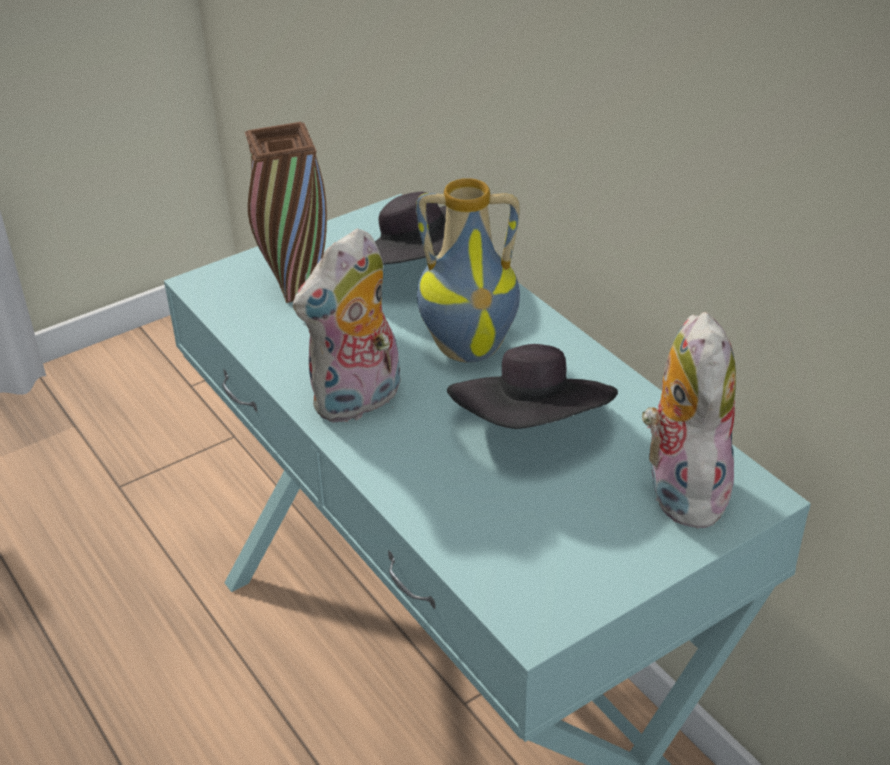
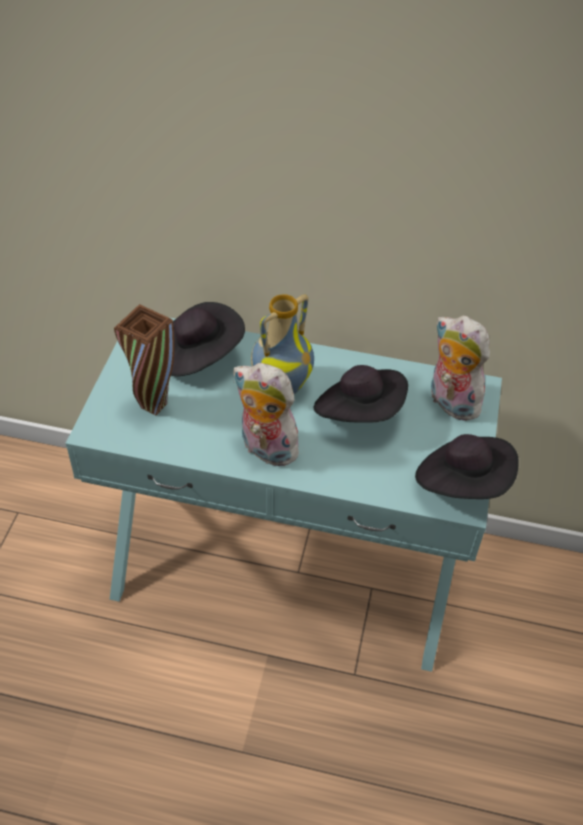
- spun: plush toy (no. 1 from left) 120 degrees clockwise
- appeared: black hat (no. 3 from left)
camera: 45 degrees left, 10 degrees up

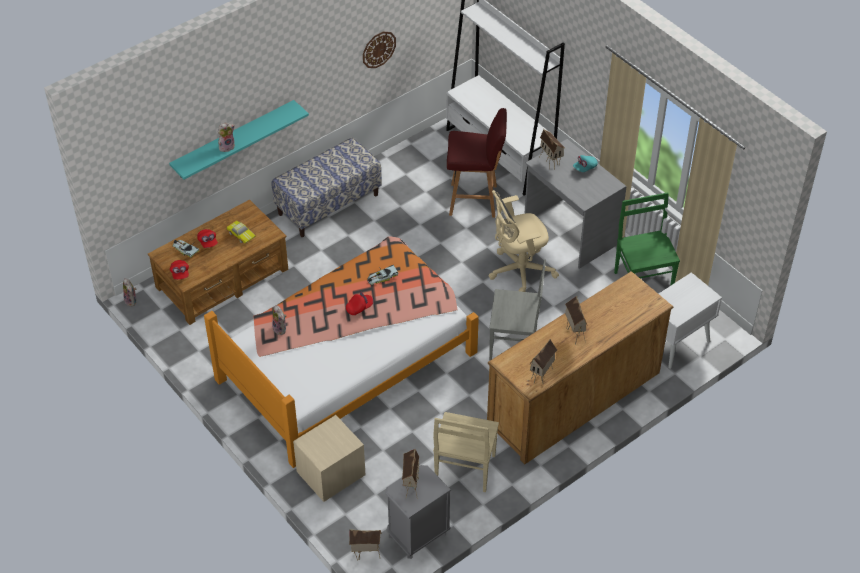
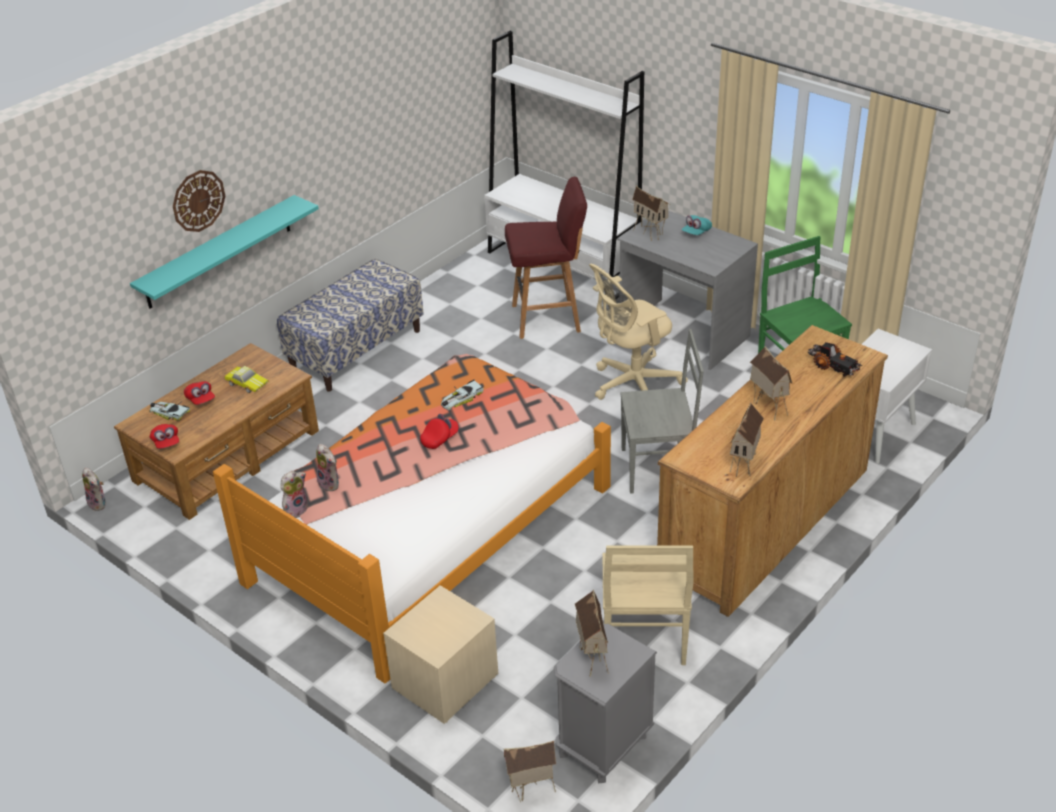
- relocated: plush toy (no. 2 from left)
- relocated: wall clock
- appeared: toy truck
camera: 10 degrees left, 10 degrees down

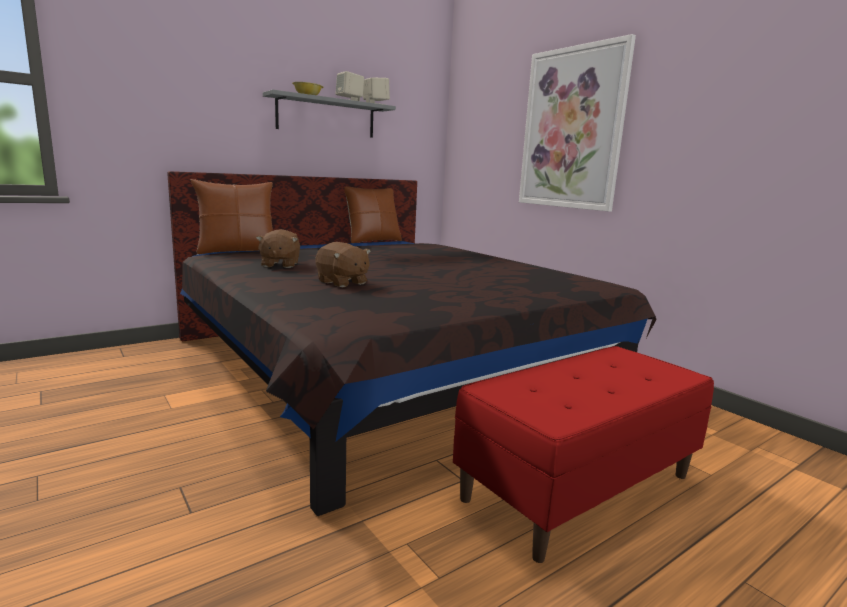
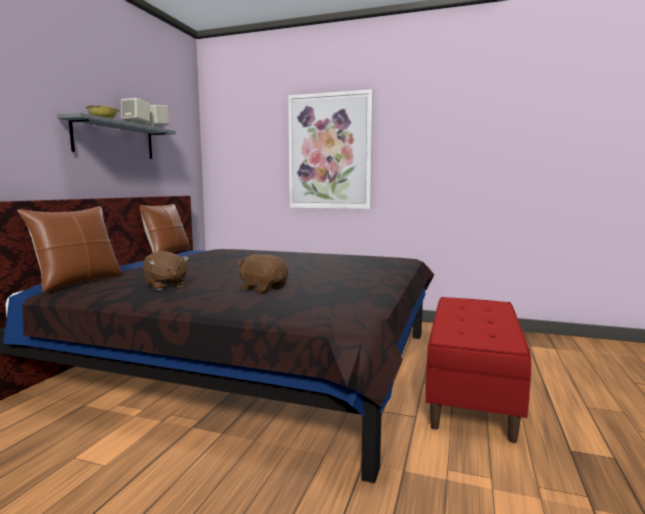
- spun: brown plush toy (no. 2 from left) 150 degrees counterclockwise
camera: 35 degrees left, 5 degrees down

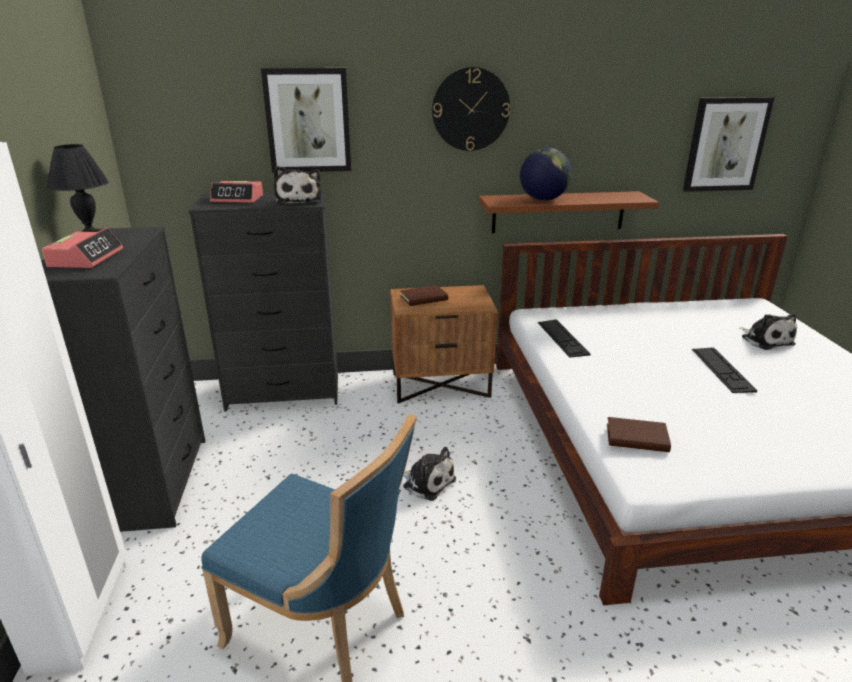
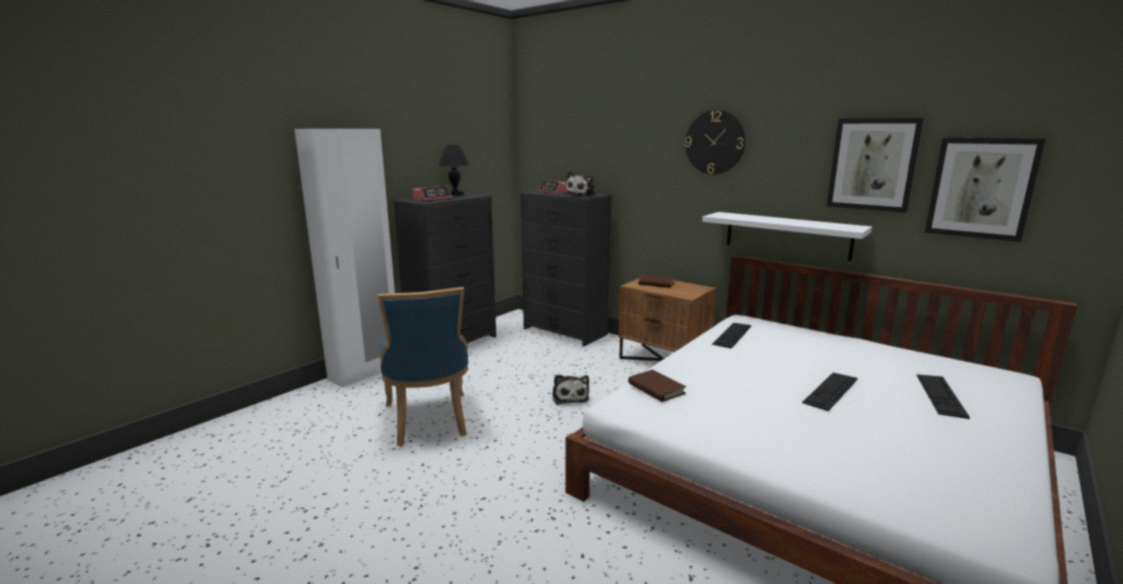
- relocated: picture (no. 1 from left)
- colour: brown shelf to white shelf
- missing: globe
- exchanged: plush toy (no. 3 from left) to keyboard (no. 3 from left)
camera: 45 degrees right, 10 degrees down

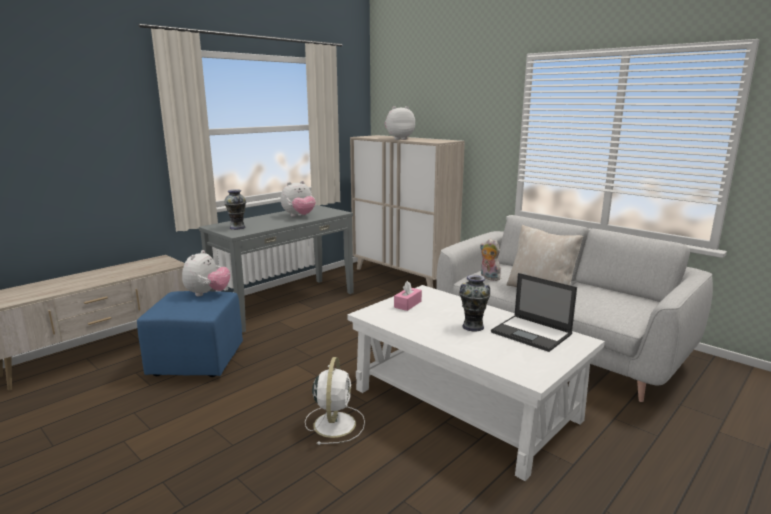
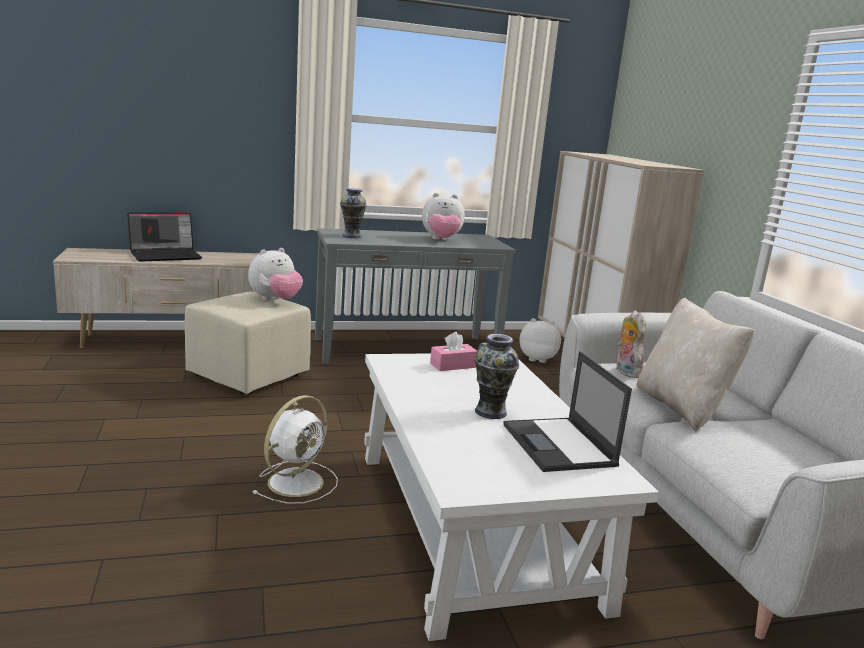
- colour: blue ottoman to beige ottoman
- relocated: plush toy (no. 3 from left)
- appeared: laptop (no. 1 from left)
camera: 30 degrees right, 0 degrees up

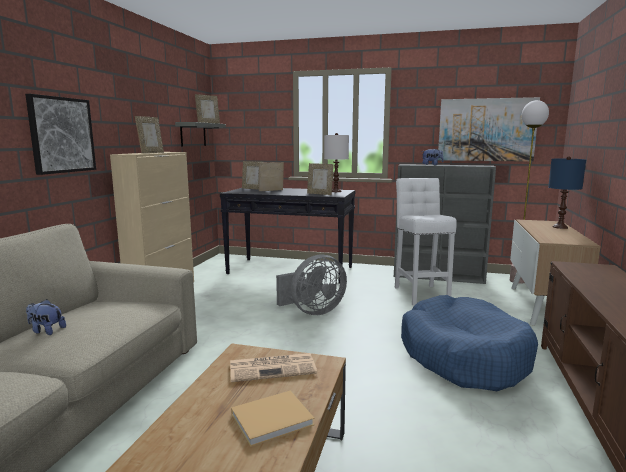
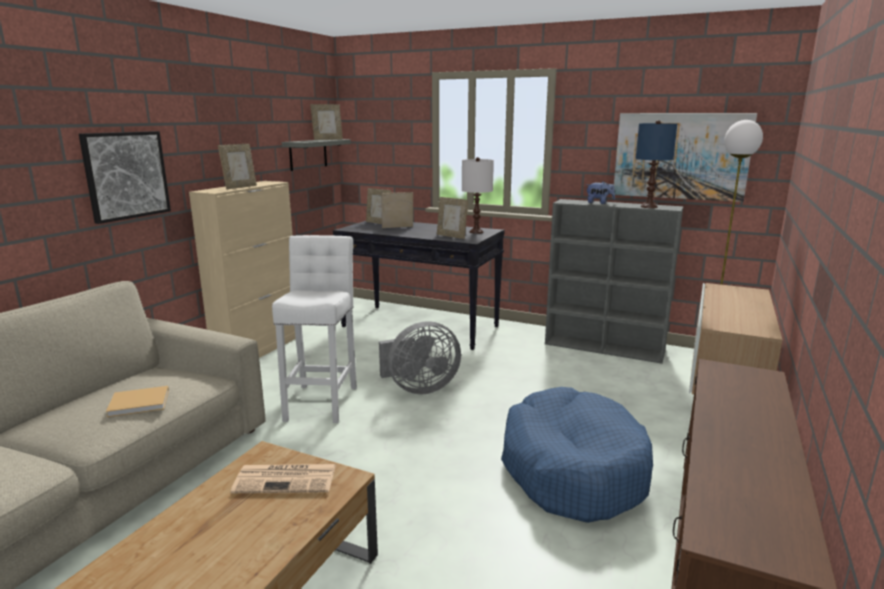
- missing: plush toy (no. 1 from left)
- relocated: beige book
- relocated: white stool
- relocated: blue table lamp
camera: 10 degrees right, 5 degrees up

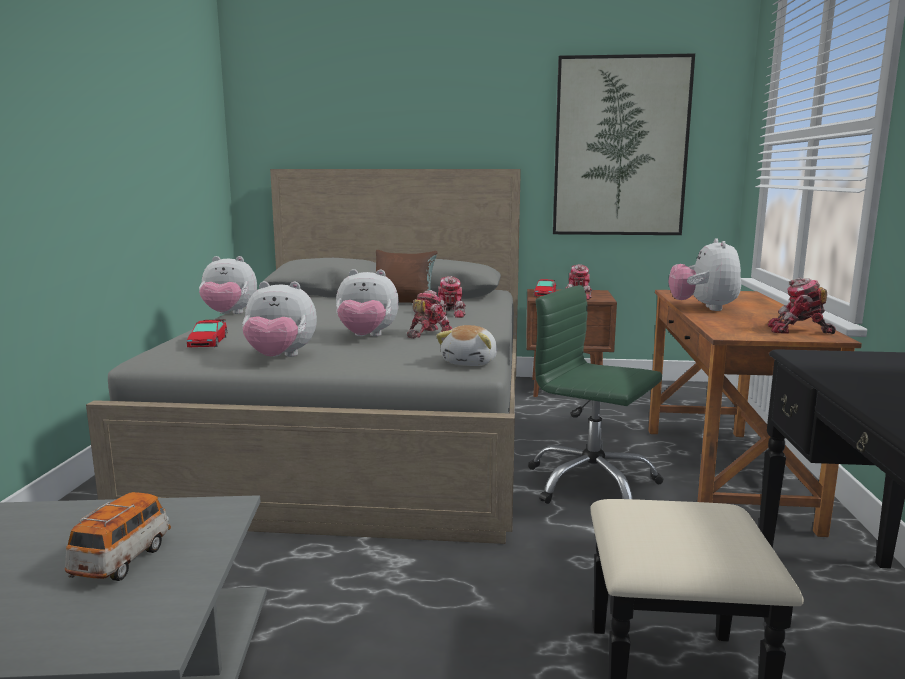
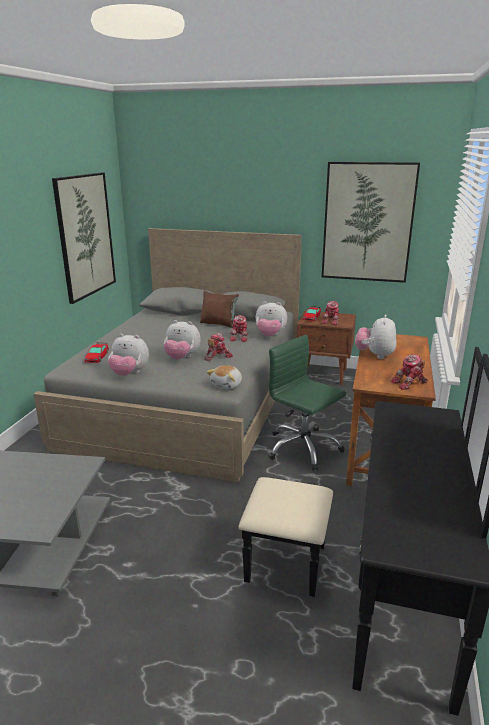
- missing: toy car (no. 1 from left)
- relocated: plush toy (no. 1 from left in the first image) to plush toy (no. 4 from left)
- spun: toy robot (no. 4 from left) 45 degrees counterclockwise
- appeared: picture (no. 1 from left)
camera: 10 degrees right, 10 degrees up

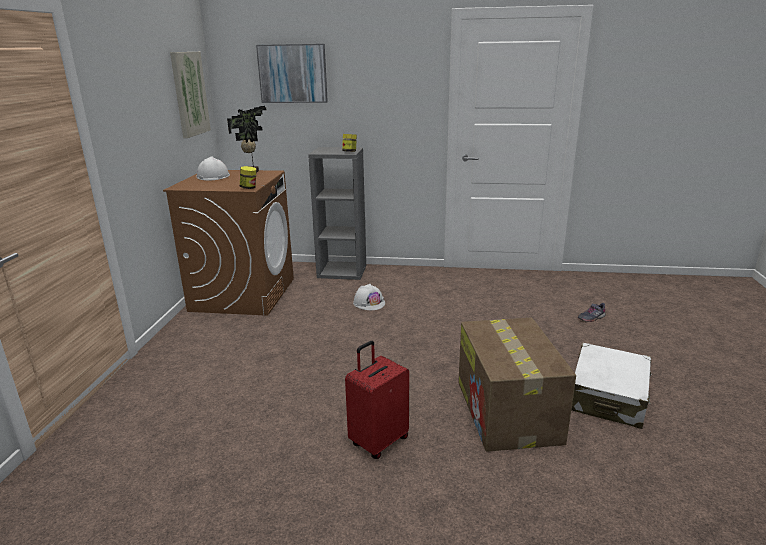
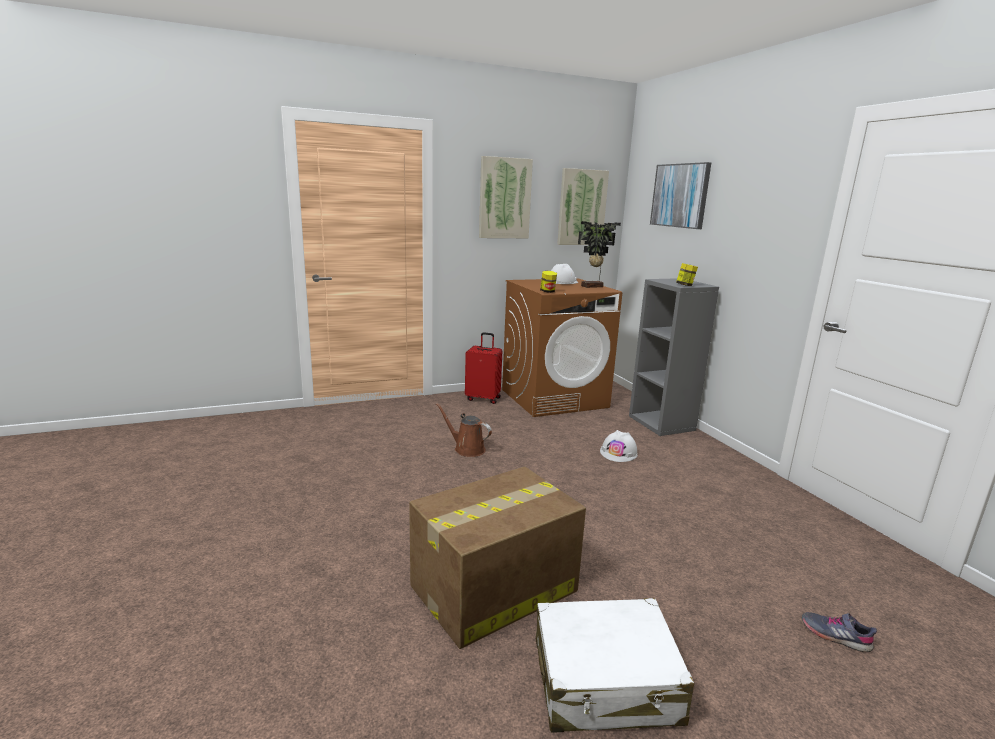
- relocated: red suitcase
- appeared: brown watering can
- appeared: picture (no. 1 from left)
camera: 60 degrees right, 5 degrees down

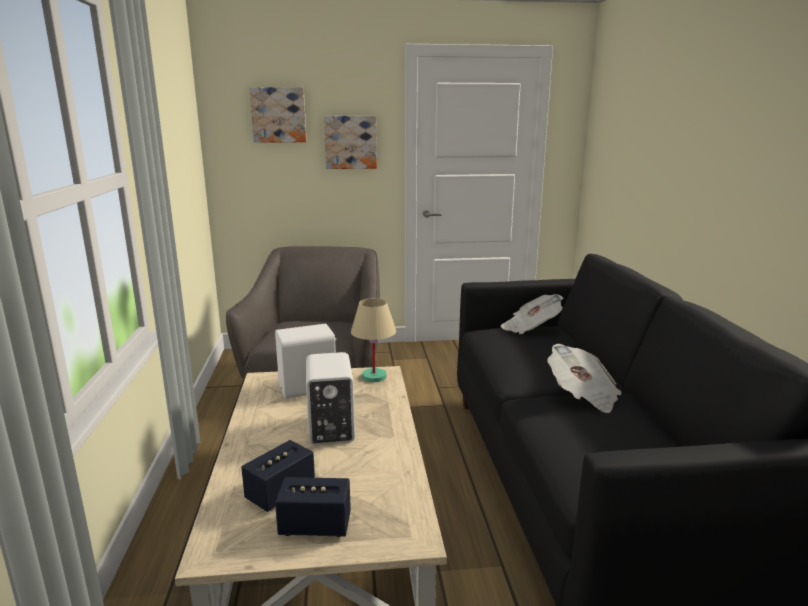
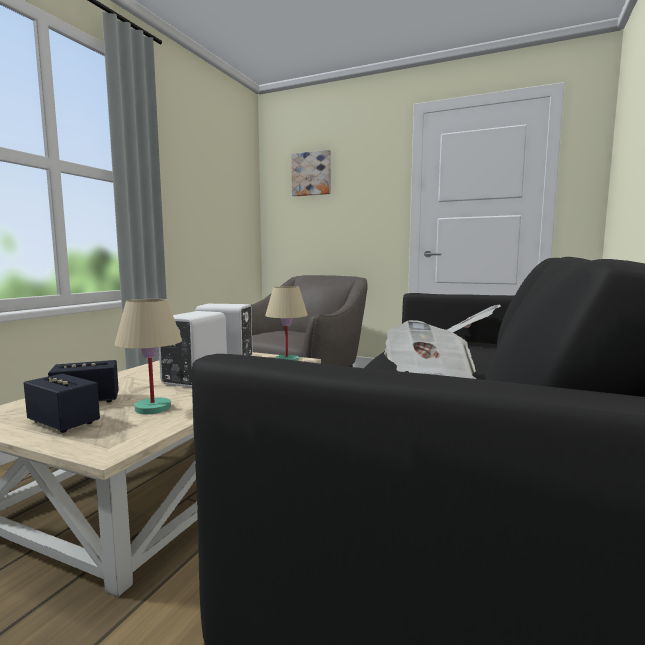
- missing: picture (no. 2 from left)
- appeared: beige table lamp (no. 1 from left)
camera: 30 degrees right, 10 degrees down

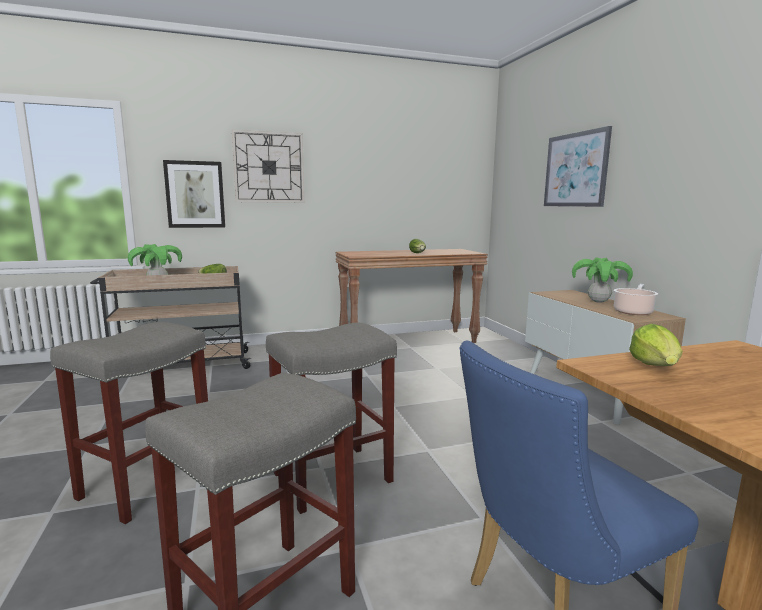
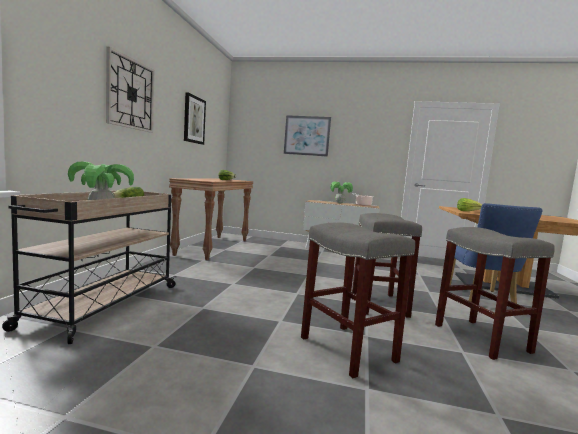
- relocated: picture (no. 1 from left)
camera: 60 degrees left, 5 degrees down

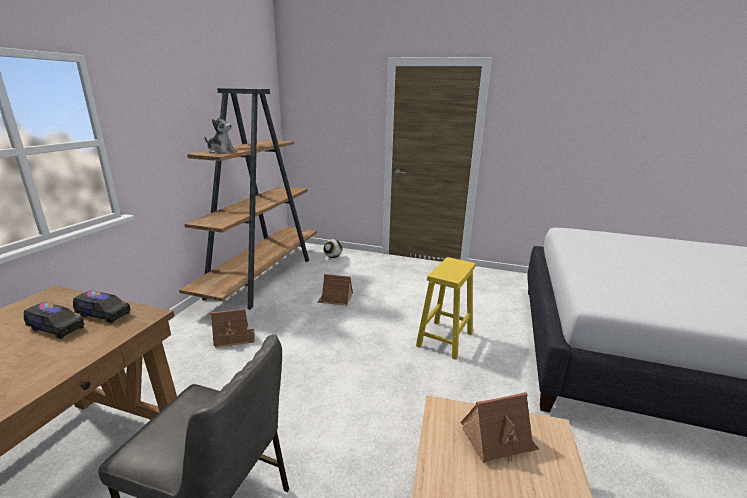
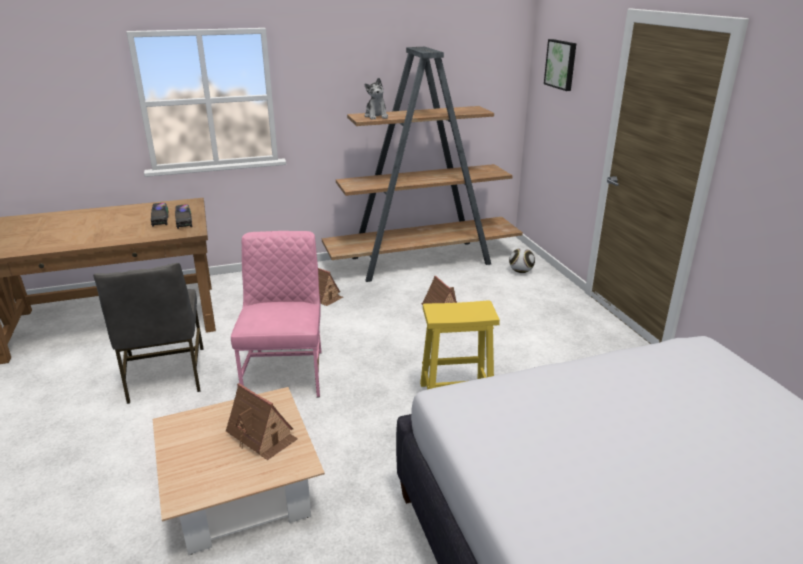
- appeared: pink chair
- appeared: picture
camera: 55 degrees right, 5 degrees up

